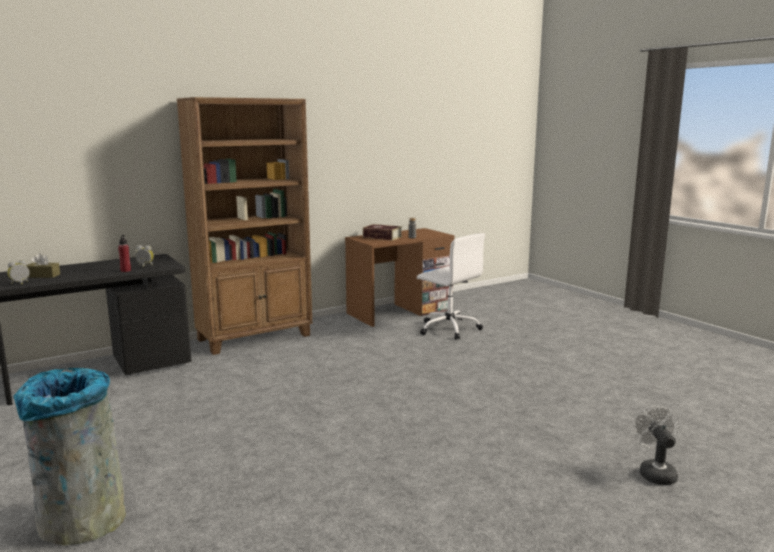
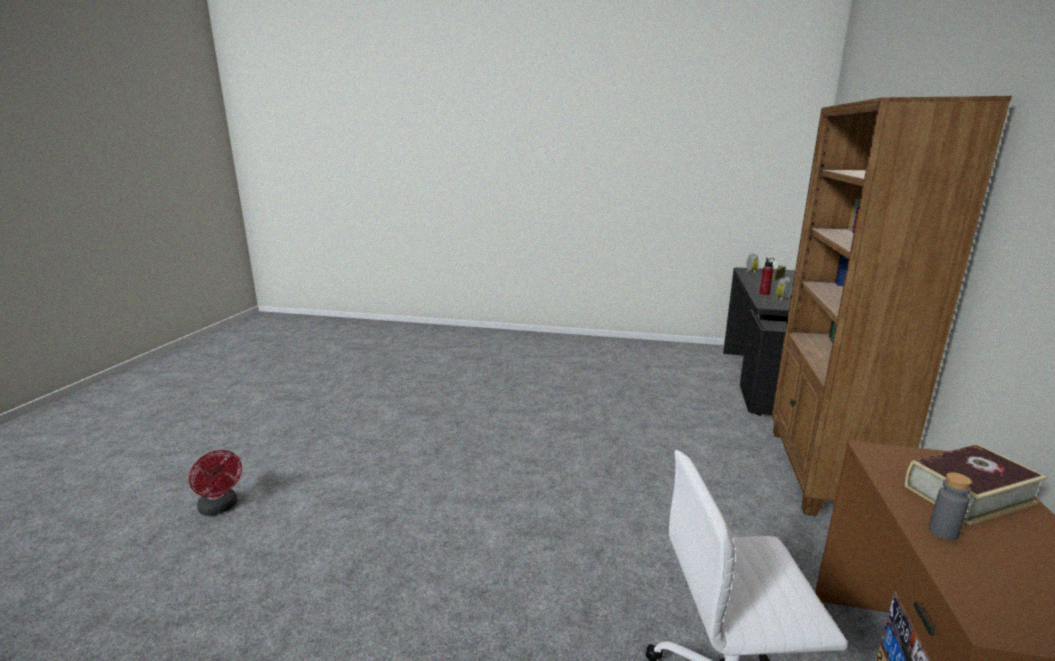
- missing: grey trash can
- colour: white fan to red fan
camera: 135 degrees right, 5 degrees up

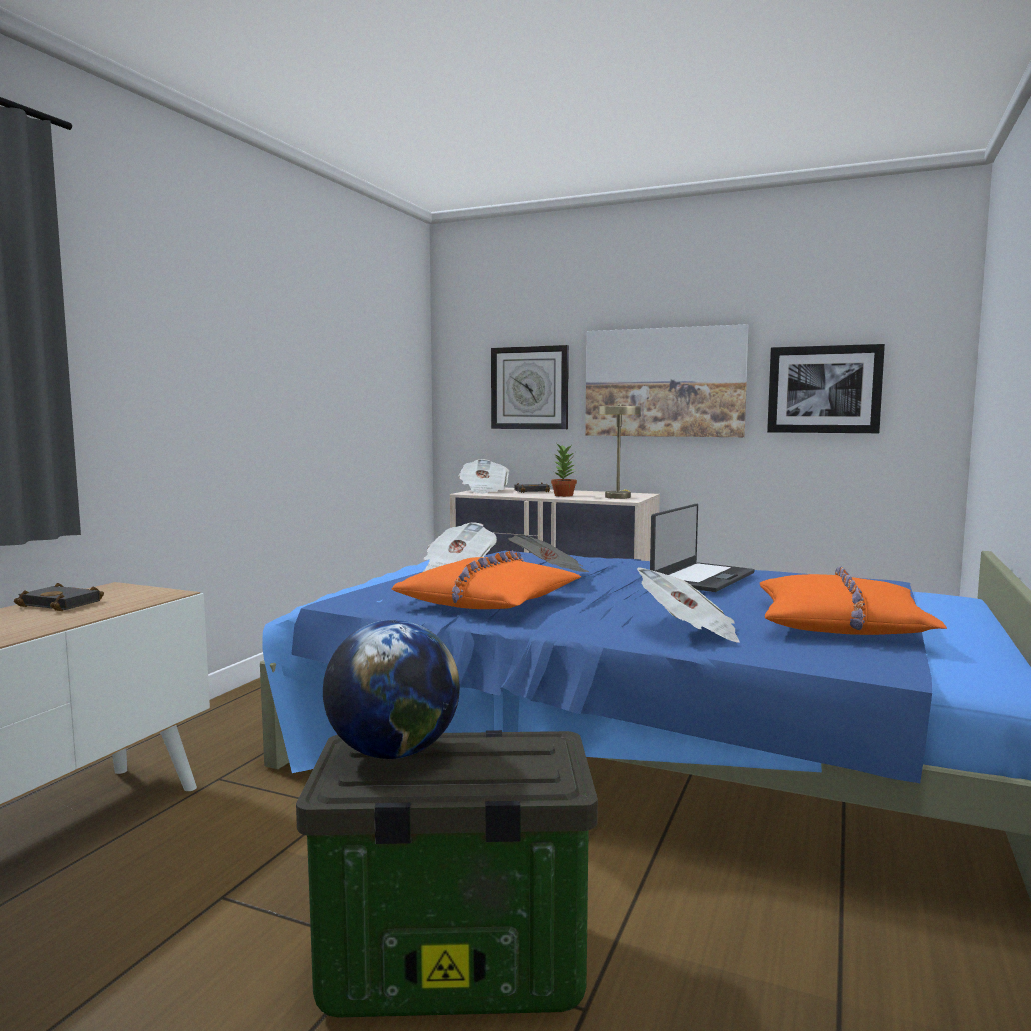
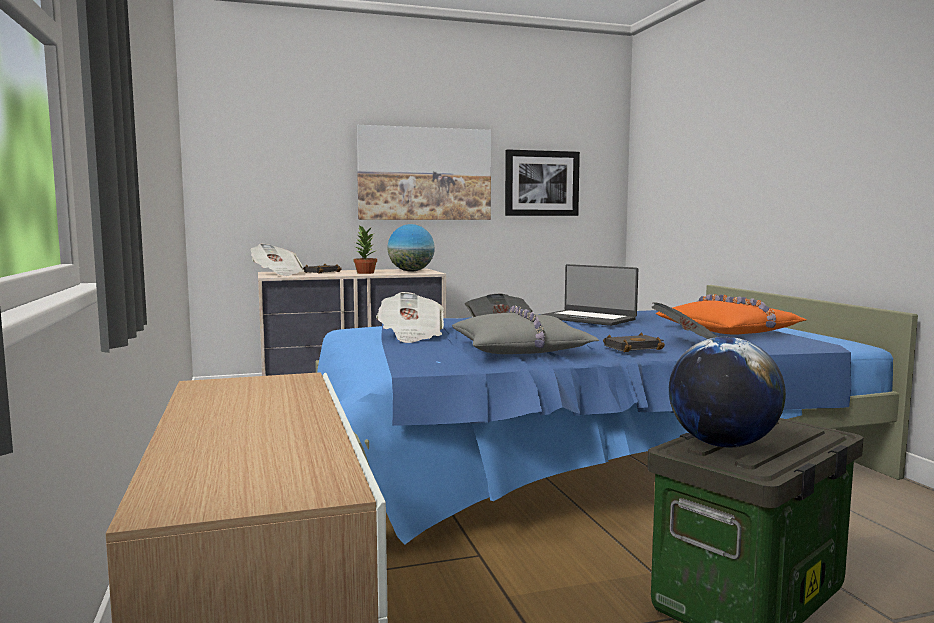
- relocated: black book (no. 1 from left in the first image) to black book (no. 2 from left)
- colour: orange pillow (no. 1 from left) to grey pillow
- missing: wall clock
- exchanged: beige table lamp to globe (no. 1 from left)
- spun: laptop 135 degrees clockwise
camera: 40 degrees left, 0 degrees up

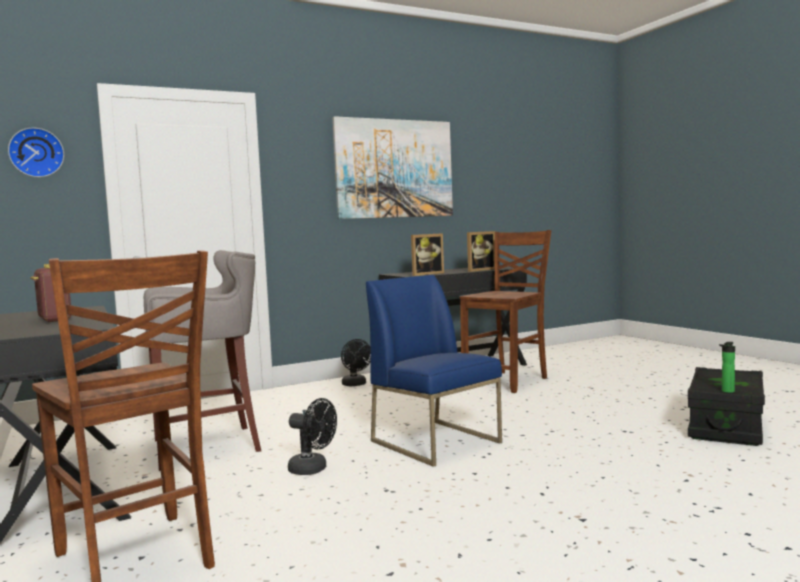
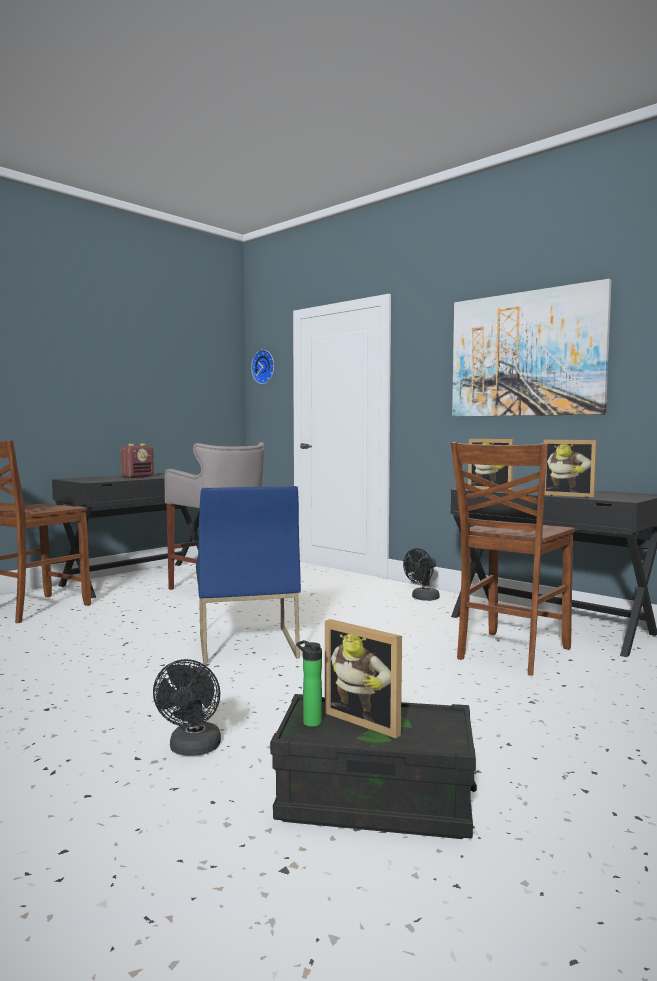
- relocated: black fan (no. 1 from left)
- spun: blue chair 135 degrees clockwise
- spun: brown chair (no. 2 from left) 105 degrees clockwise
- appeared: picture frame (no. 1 from left)
camera: 70 degrees right, 0 degrees up

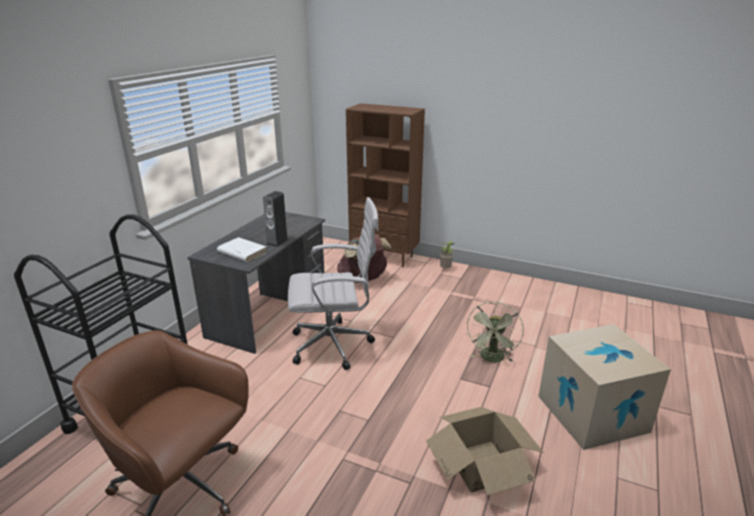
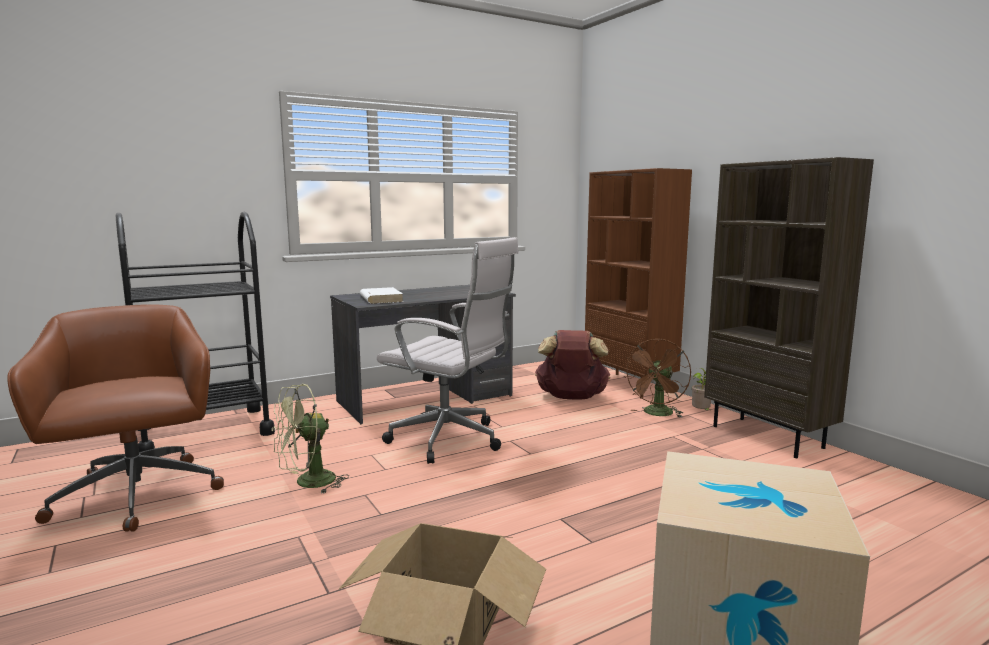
- missing: speaker
- relocated: green fan
- appeared: brown fan
- appeared: brown bookcase (no. 2 from left)
camera: 35 degrees right, 15 degrees down

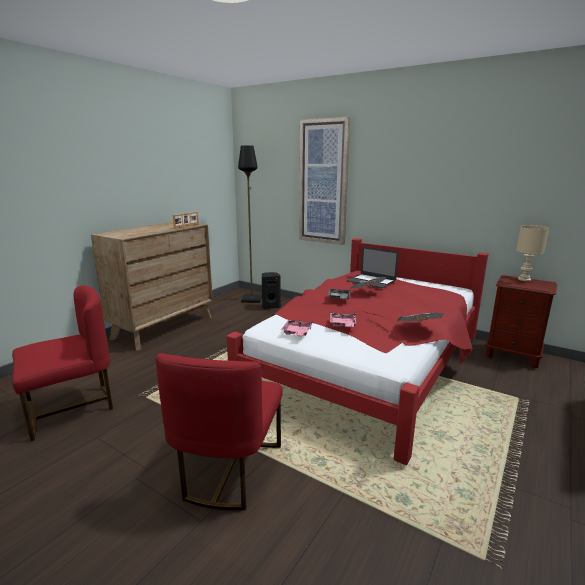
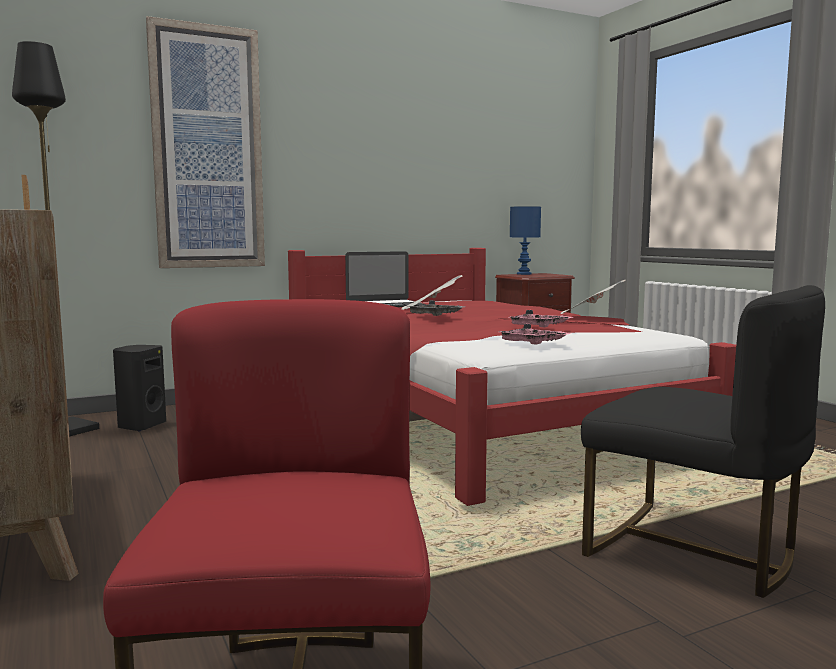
- colour: red chair (no. 2 from left) to black chair
- colour: beige table lamp to blue table lamp
camera: 60 degrees left, 10 degrees down

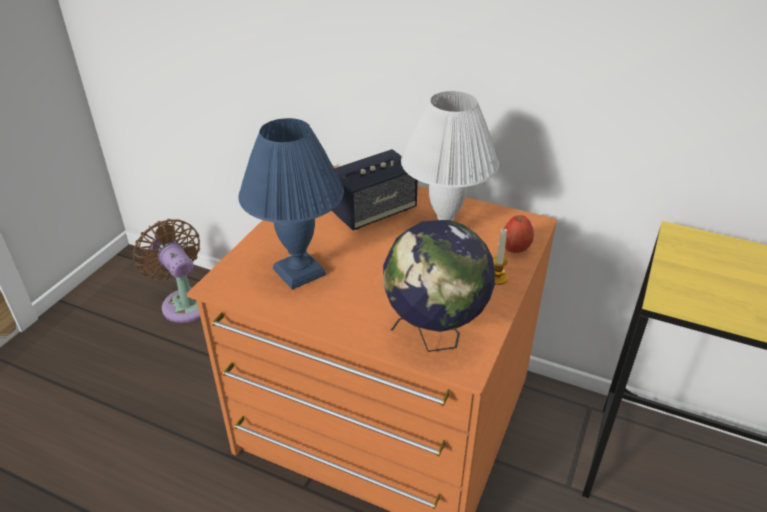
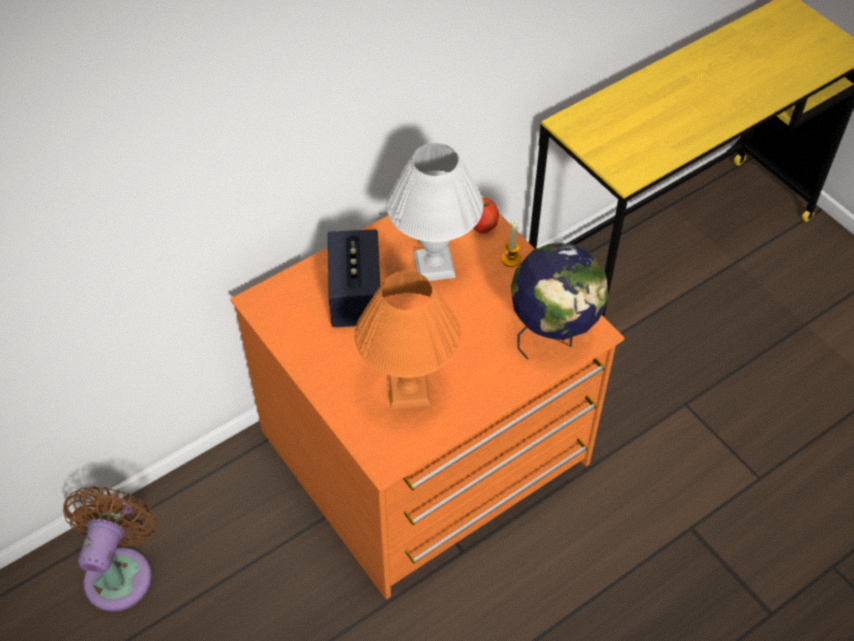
- spun: brown fan 105 degrees clockwise
- colour: blue table lamp to orange table lamp
camera: 60 degrees left, 15 degrees up

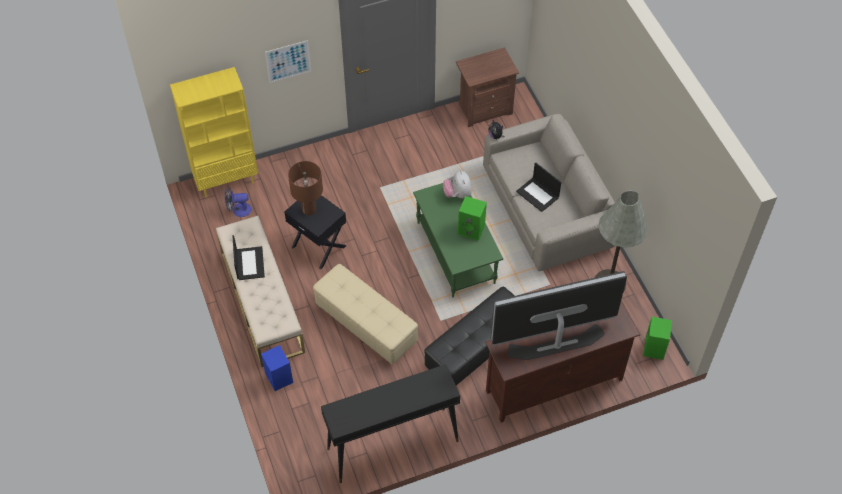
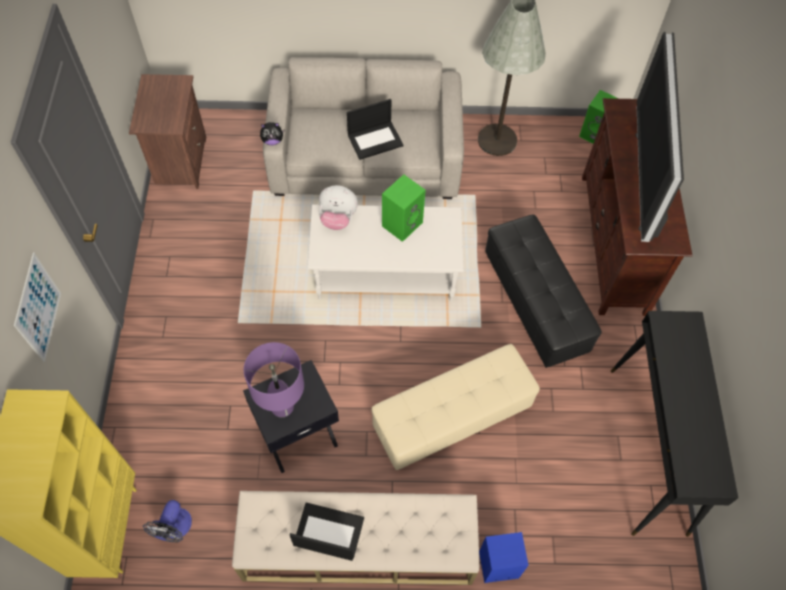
- colour: brown table lamp to purple table lamp
- colour: green coffee table to white coffee table
camera: 70 degrees left, 5 degrees up

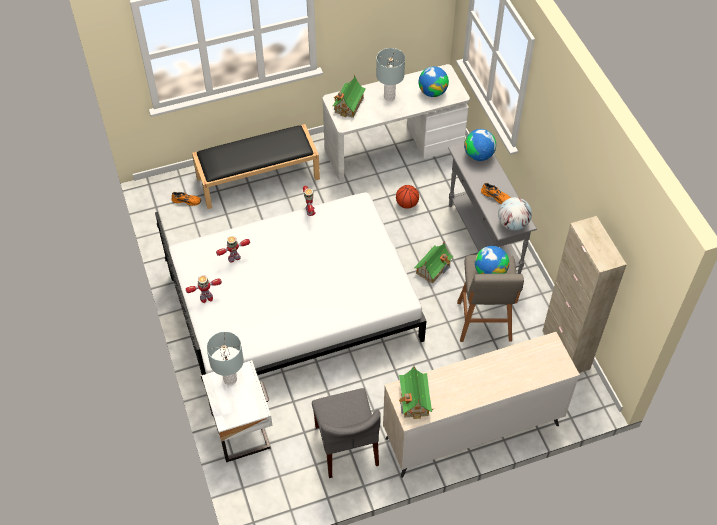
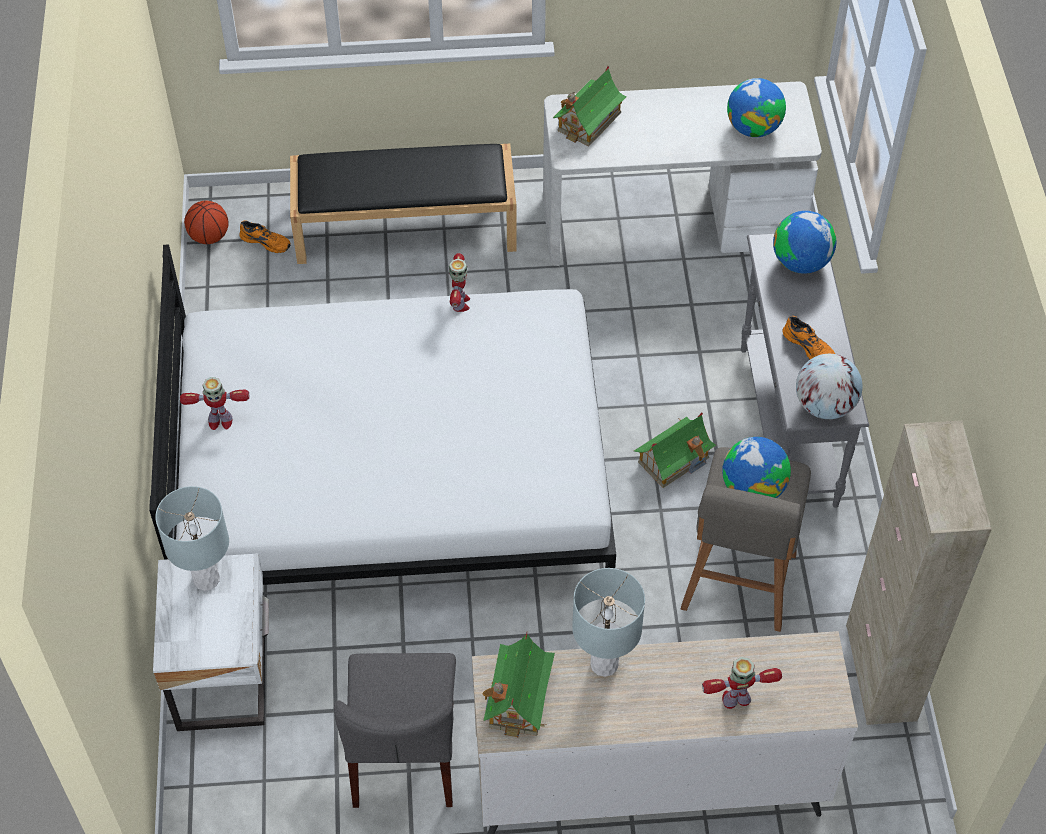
- relocated: toy robot (no. 2 from left in the first image) to toy robot (no. 3 from left)
- relocated: grey table lamp (no. 2 from left)
- relocated: basketball
camera: 15 degrees right, 0 degrees up

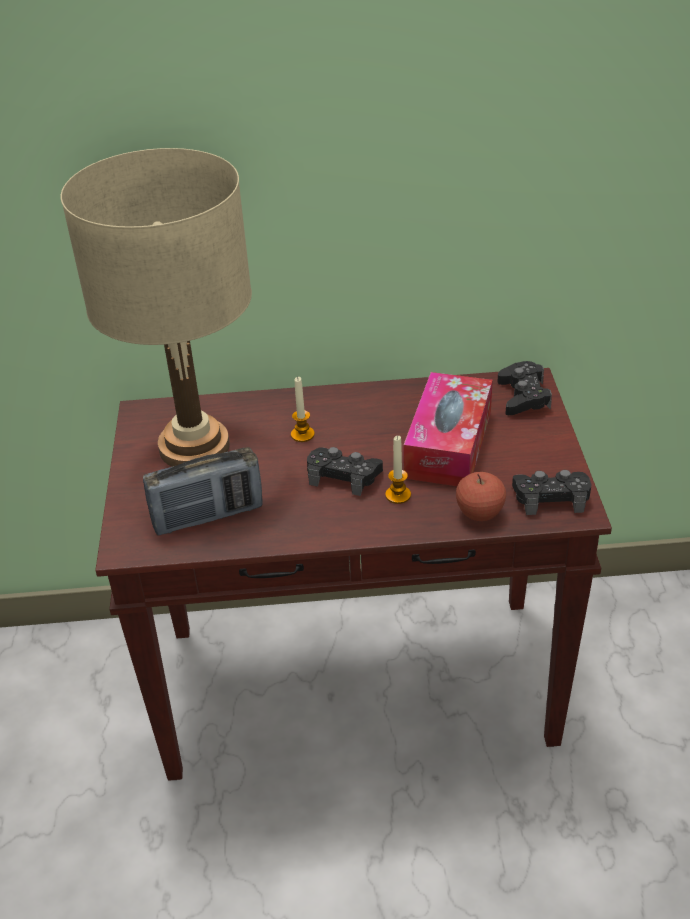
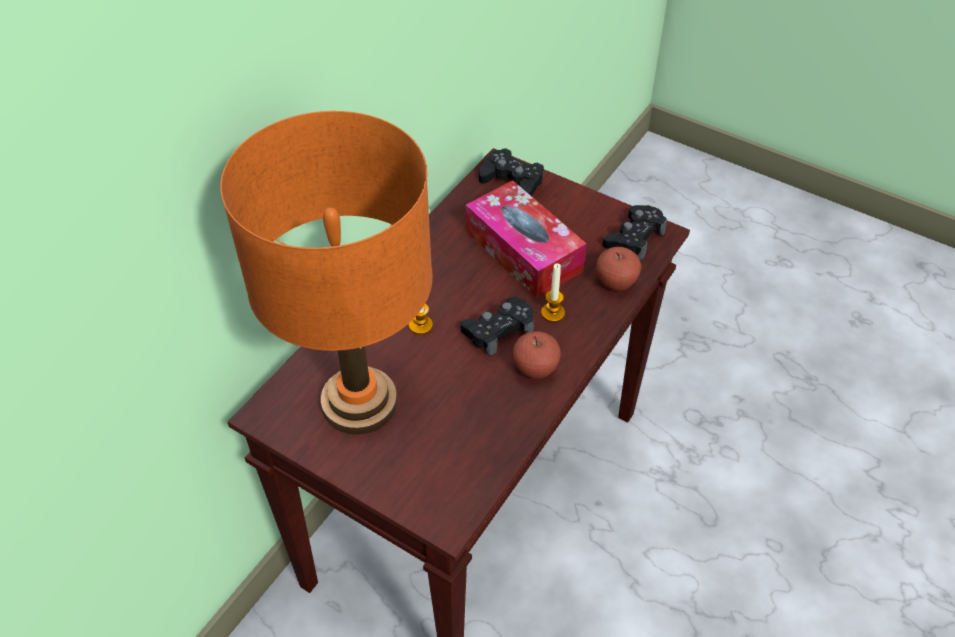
- colour: beige table lamp to orange table lamp
- missing: radio
- appeared: apple (no. 1 from left)
camera: 55 degrees left, 10 degrees up

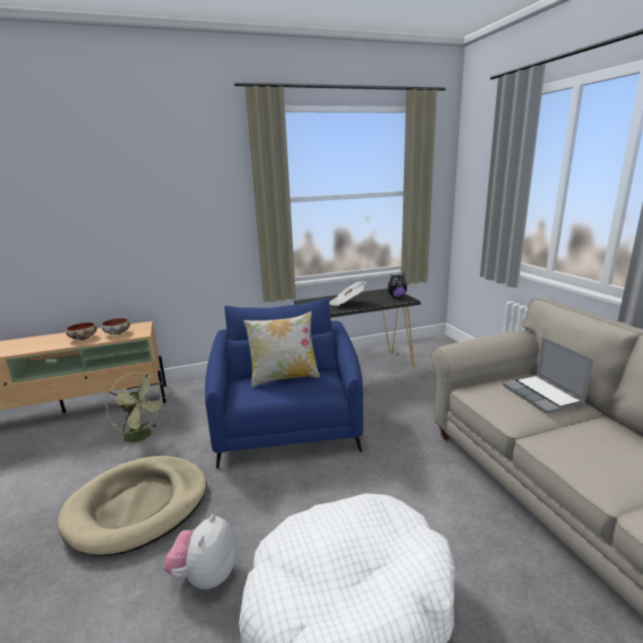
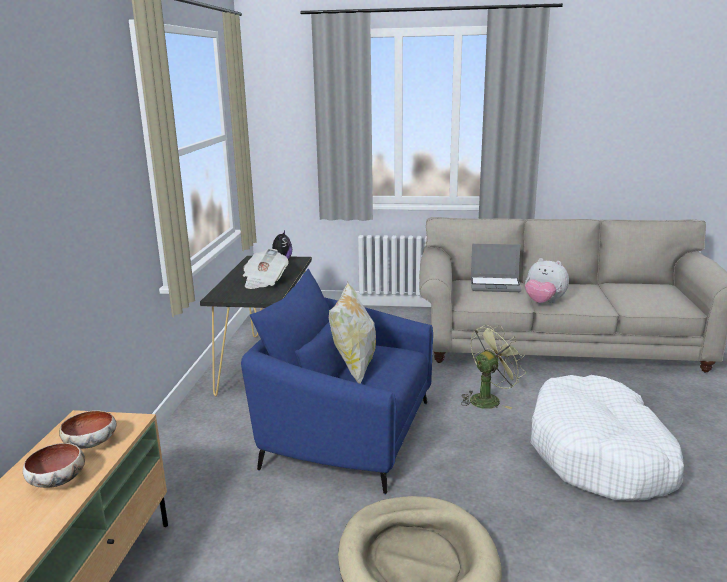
- relocated: green fan
- relocated: plush toy (no. 1 from left in the first image) to plush toy (no. 2 from left)
camera: 65 degrees left, 0 degrees up

